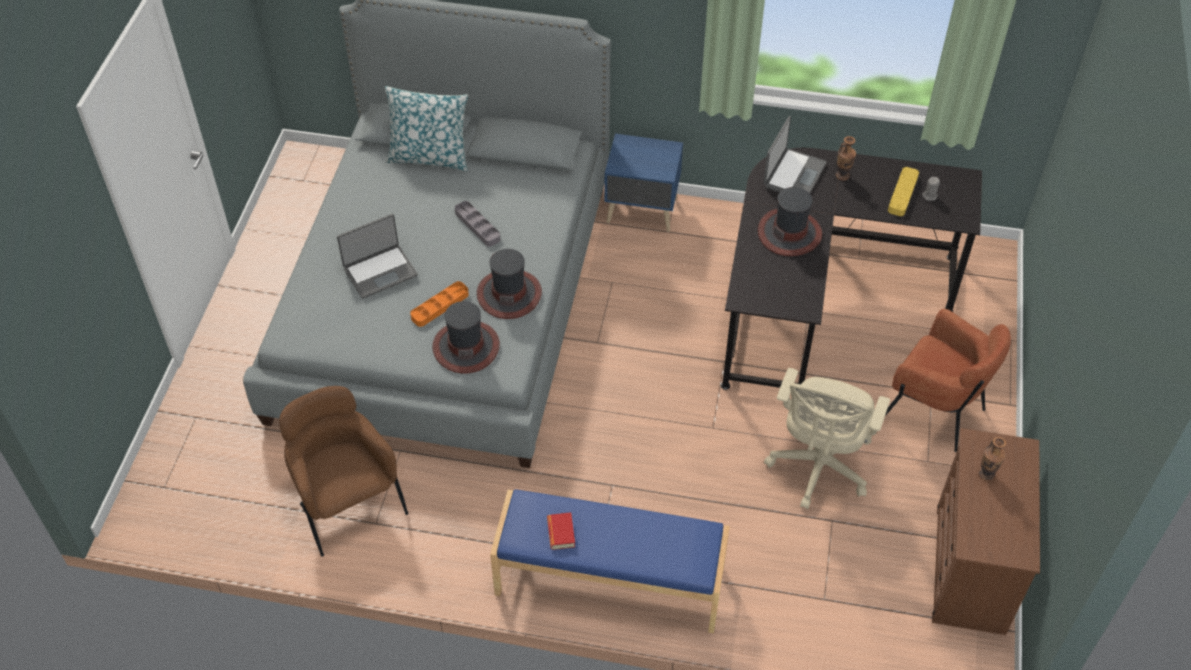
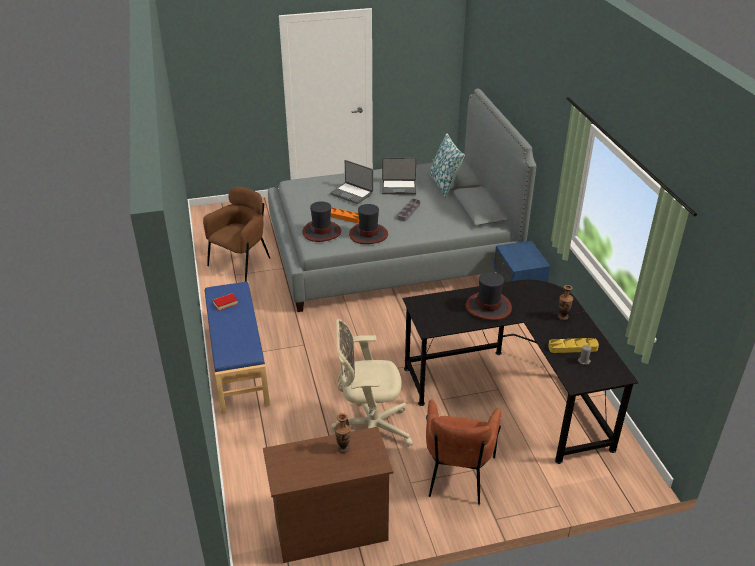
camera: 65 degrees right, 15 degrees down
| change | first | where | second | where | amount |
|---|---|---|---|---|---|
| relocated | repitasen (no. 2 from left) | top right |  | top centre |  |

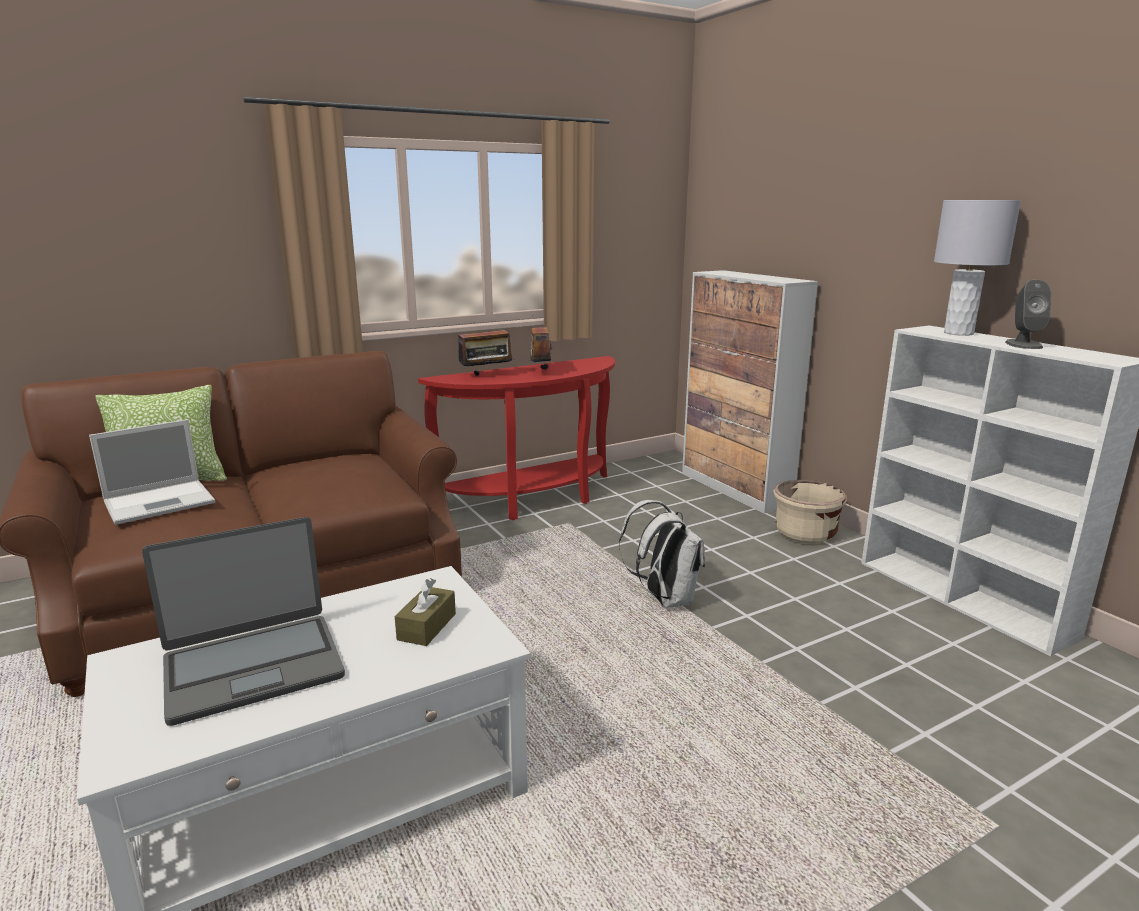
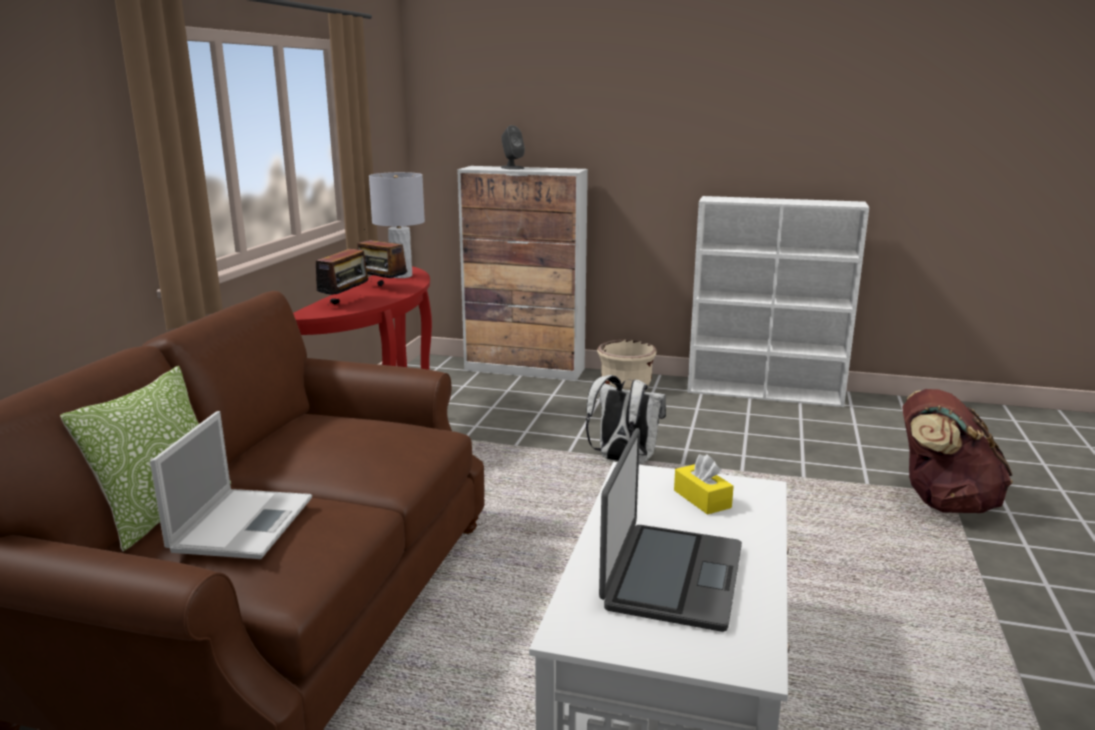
camera: 45 degrees left, 0 degrees up
| change | first | where | second | where | amount |
|---|---|---|---|---|---|
| relocated | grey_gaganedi | top right |  | top centre |  |
| relocated | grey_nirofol | middle right |  | top centre |  |
| colour | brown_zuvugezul | bottom centre | yellow_zuvugezul | centre |  |
| appeared |  |  | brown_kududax | middle right |  |

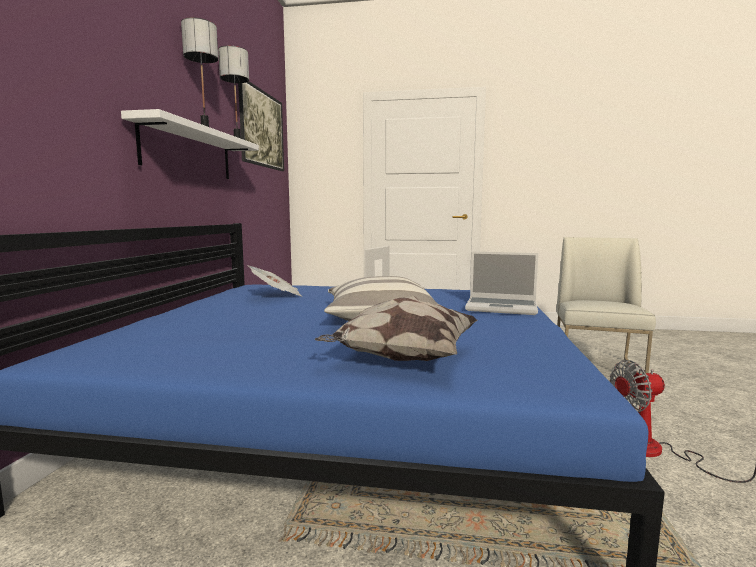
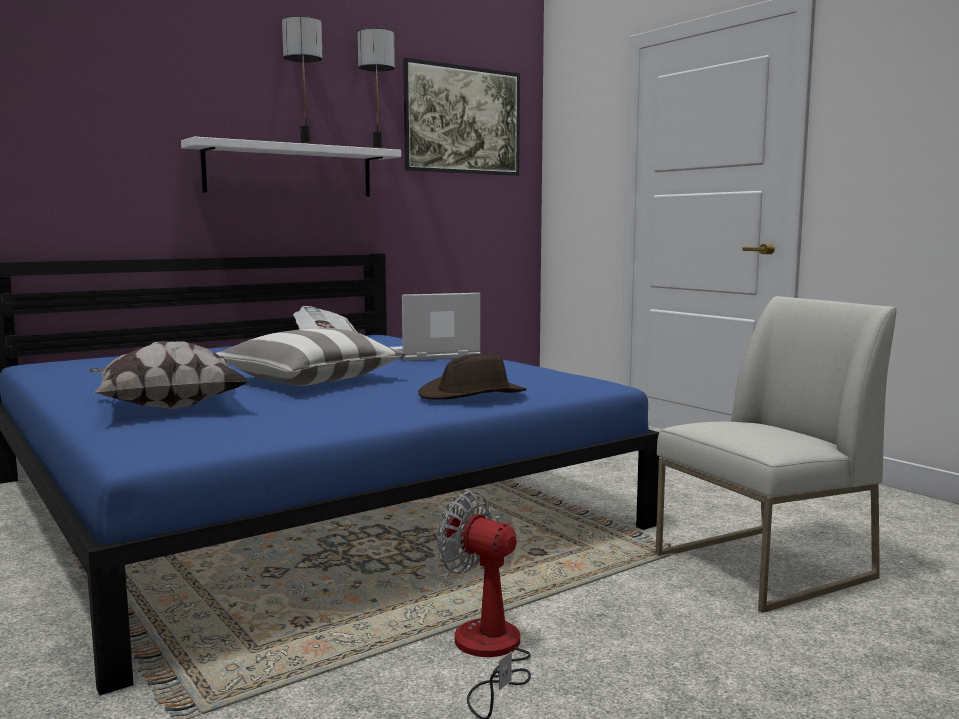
camera: 45 degrees right, 0 degrees up
| change | first | where | second | where | amount |
|---|---|---|---|---|---|
| exchanged | repitasen (no. 2 from left) | centre | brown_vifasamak | centre |  |

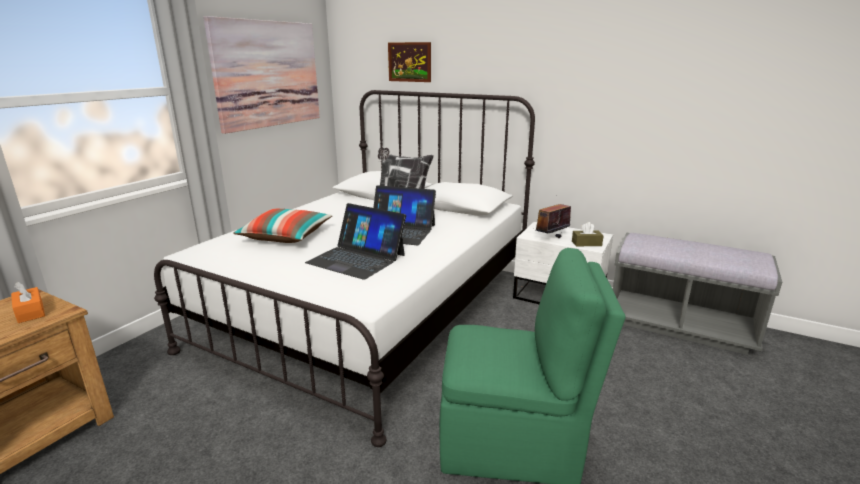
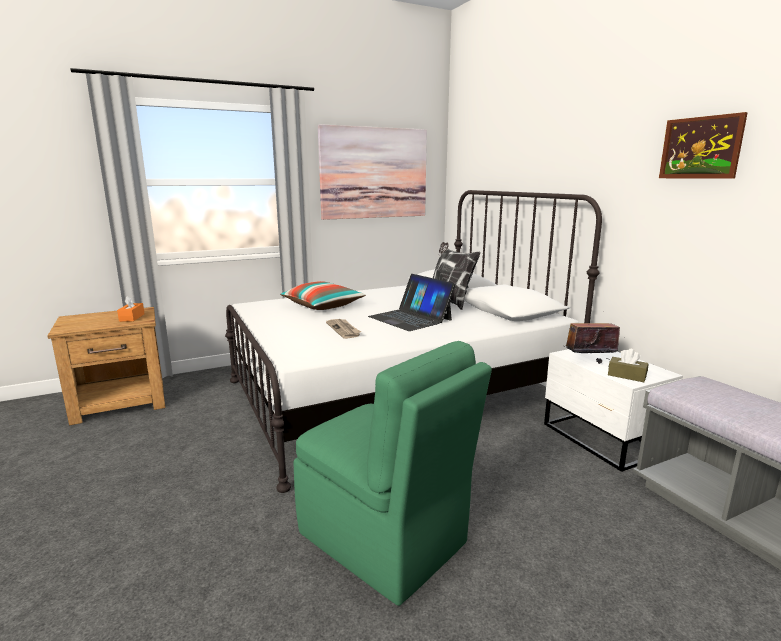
camera: 35 degrees right, 5 degrees down
| change | first | where | second | where | amount |
|---|---|---|---|---|---|
| relocated | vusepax (no. 2 from left) | top centre |  | top right |  |
| exchanged | repitasen (no. 1 from left) | centre | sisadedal | centre |  |

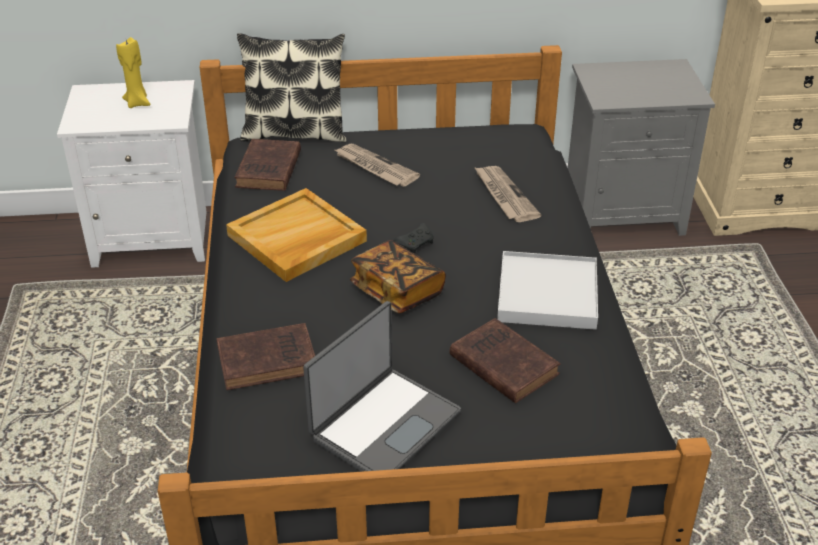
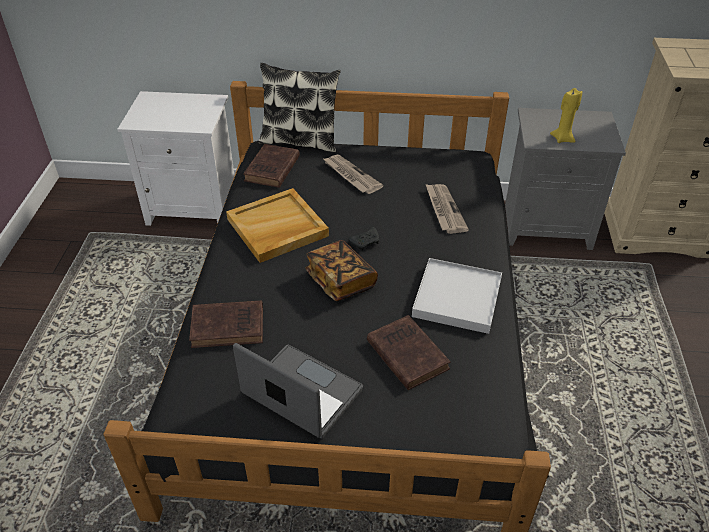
camera: 10 degrees right, 5 degrees up
| change | first | where | second | where | amount |
|---|---|---|---|---|---|
| relocated | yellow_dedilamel | top left |  | top right |  |
| spun | repitasen | bottom centre |  | bottom centre | 105 degrees counterclockwise |

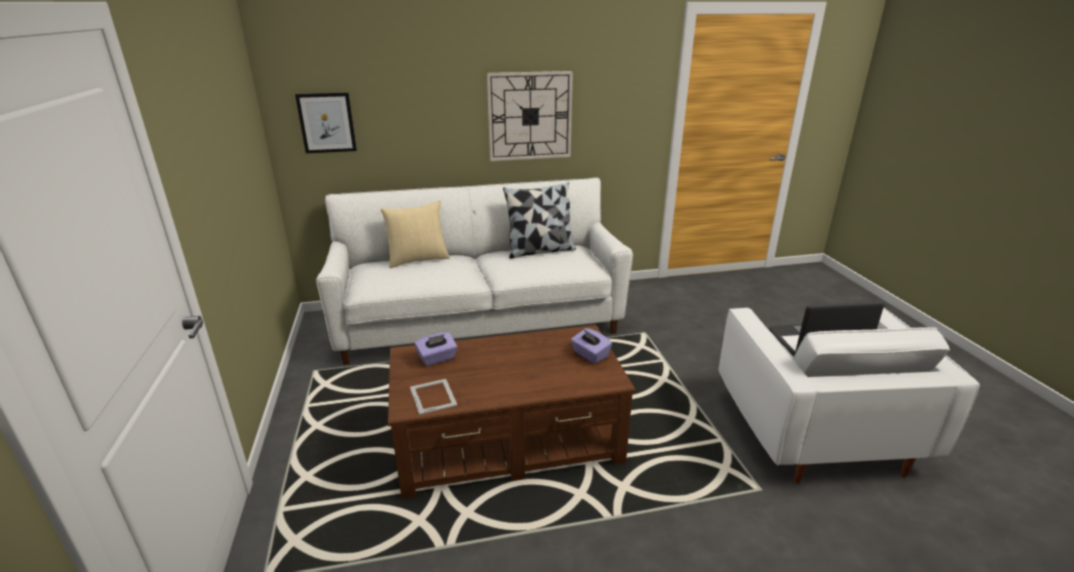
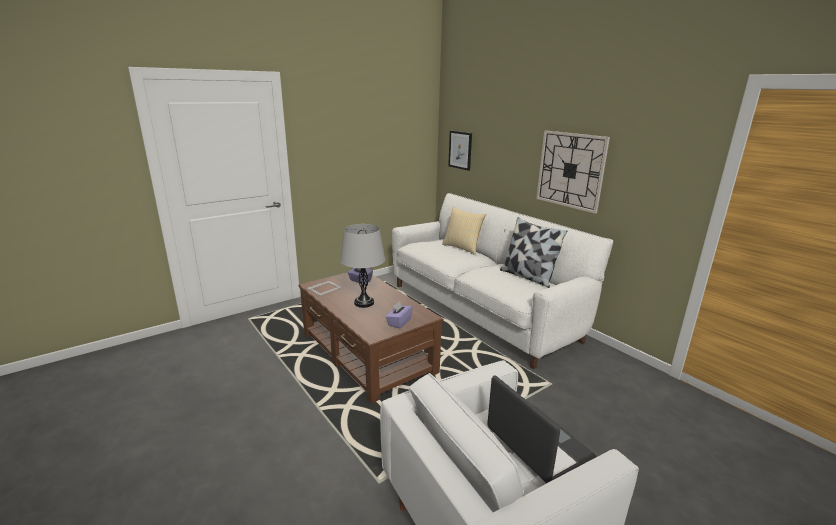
camera: 65 degrees right, 5 degrees down
| change | first | where | second | where | amount |
|---|---|---|---|---|---|
| appeared |  |  | grey_gaganedi | centre |  |

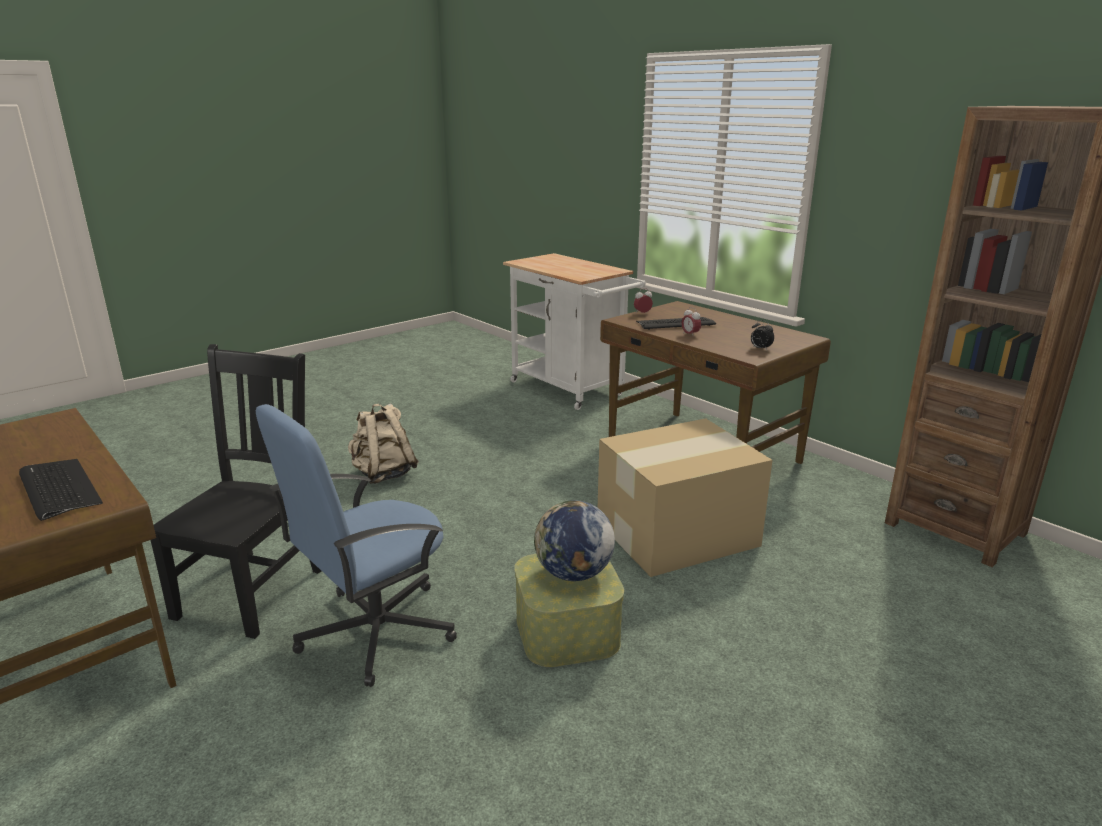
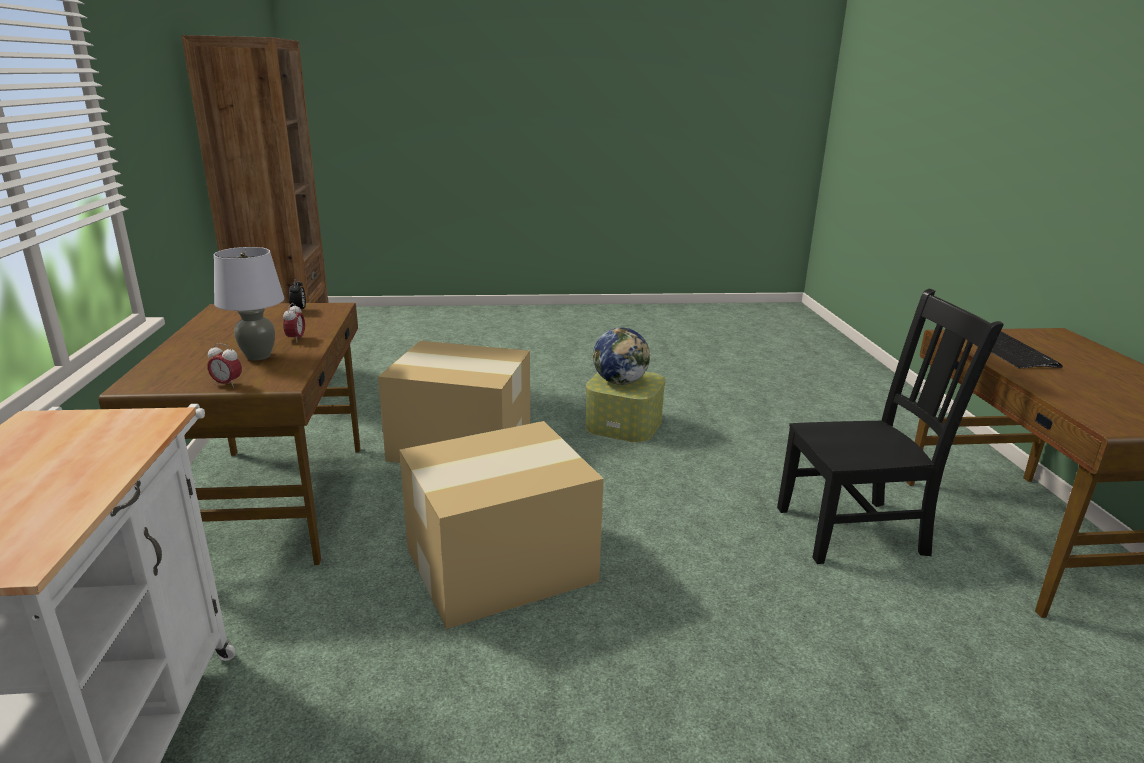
camera: 145 degrees left, 0 degrees up
| change | first | where | second | where | amount |
|---|---|---|---|---|---|
| exchanged | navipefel (no. 2 from left) | centre | grey_gaganedi | middle left |  |
| spun | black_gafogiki | middle left |  | middle right | 150 degrees counterclockwise |
| missing | beige_kududax | centre |  |  |  |
| missing | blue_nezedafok | middle left |  |  |  |
| appeared |  |  | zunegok (no. 2 from left) | bottom centre |  |

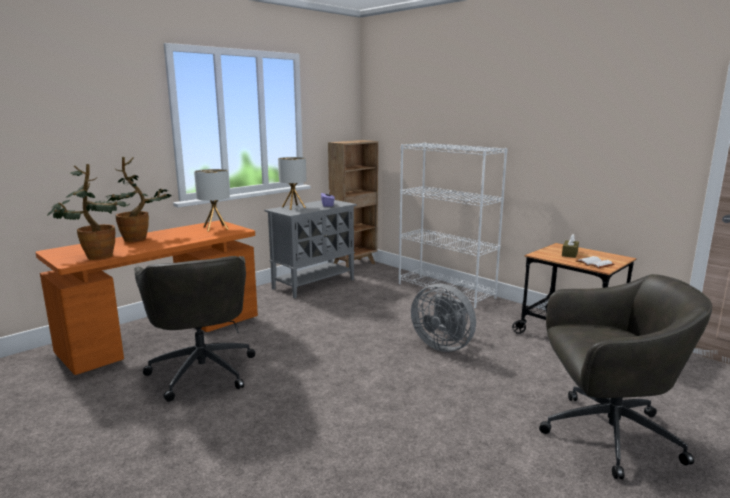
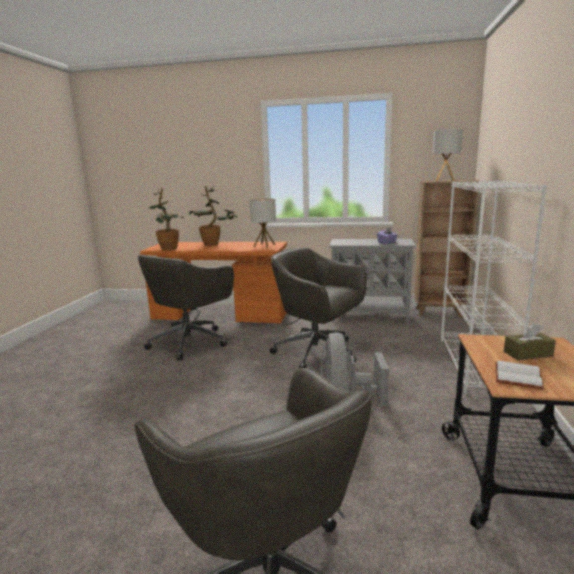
camera: 55 degrees right, 0 degrees up
| change | first | where | second | where | amount |
|---|---|---|---|---|---|
| relocated | gaganedi (no. 2 from left) | centre |  | top right |  |
| appeared |  |  | grey_nezedafok (no. 3 from left) | centre |  |

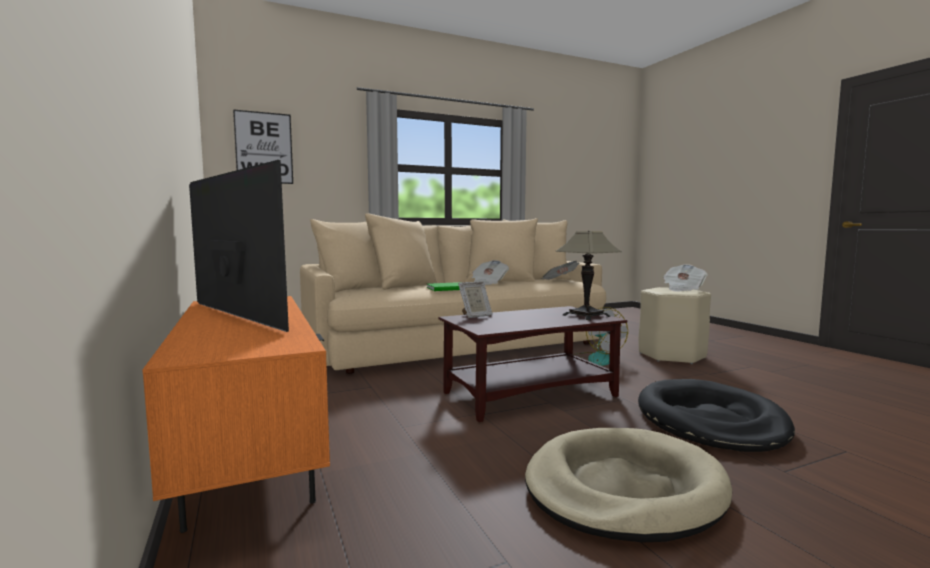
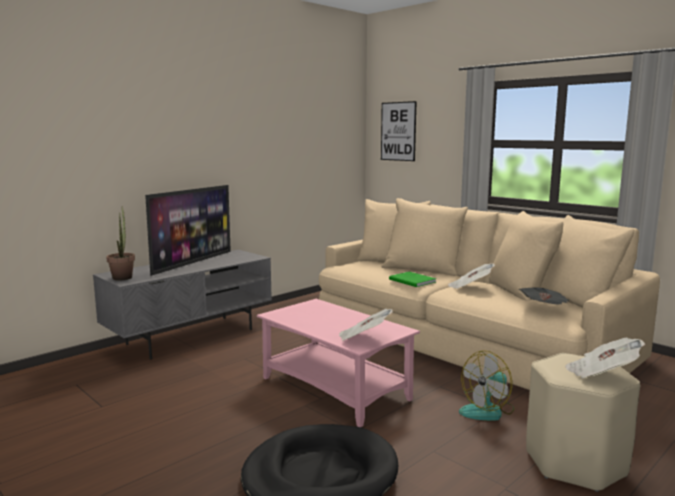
camera: 70 degrees right, 5 degrees up
| change | first | where | second | where | amount |
|---|---|---|---|---|---|
| exchanged | gaganedi | centre | sisadedal (no. 1 from left) | centre |  |
| missing | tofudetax | centre |  |  |  |
| colour | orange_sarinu | bottom left | grey_sarinu | middle left |  |
| colour | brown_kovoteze | centre | pink_kovoteze | bottom centre |  |
| missing | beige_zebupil | bottom right |  |  |  |
| appeared |  |  | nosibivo | middle left |  |

